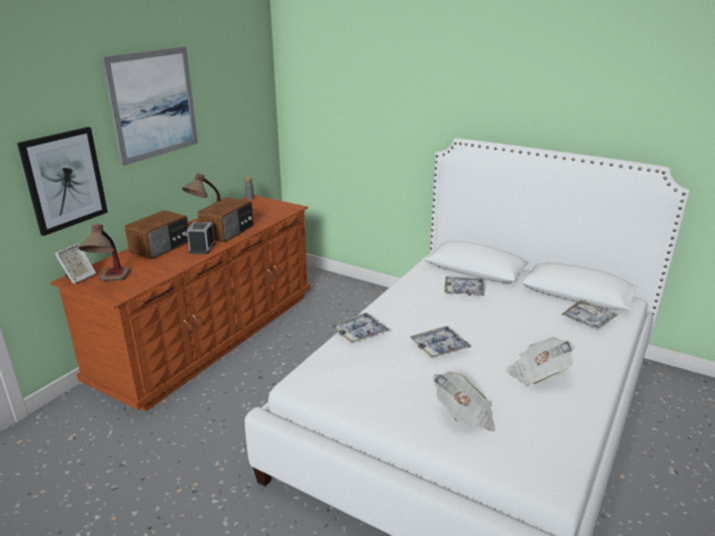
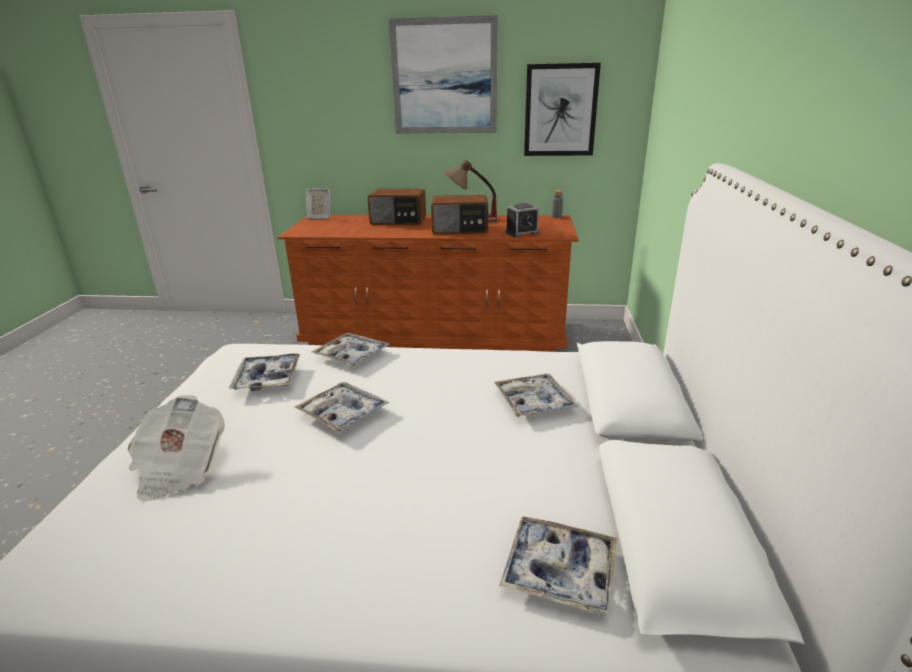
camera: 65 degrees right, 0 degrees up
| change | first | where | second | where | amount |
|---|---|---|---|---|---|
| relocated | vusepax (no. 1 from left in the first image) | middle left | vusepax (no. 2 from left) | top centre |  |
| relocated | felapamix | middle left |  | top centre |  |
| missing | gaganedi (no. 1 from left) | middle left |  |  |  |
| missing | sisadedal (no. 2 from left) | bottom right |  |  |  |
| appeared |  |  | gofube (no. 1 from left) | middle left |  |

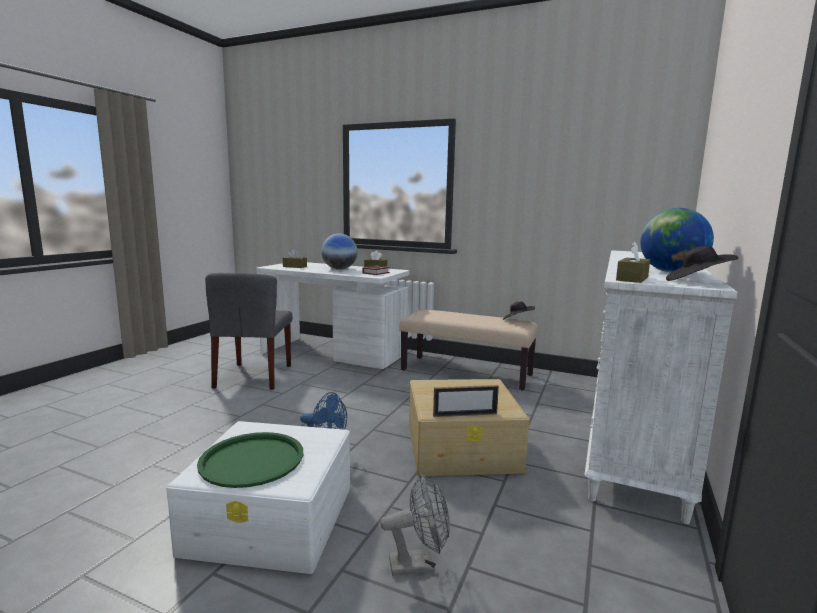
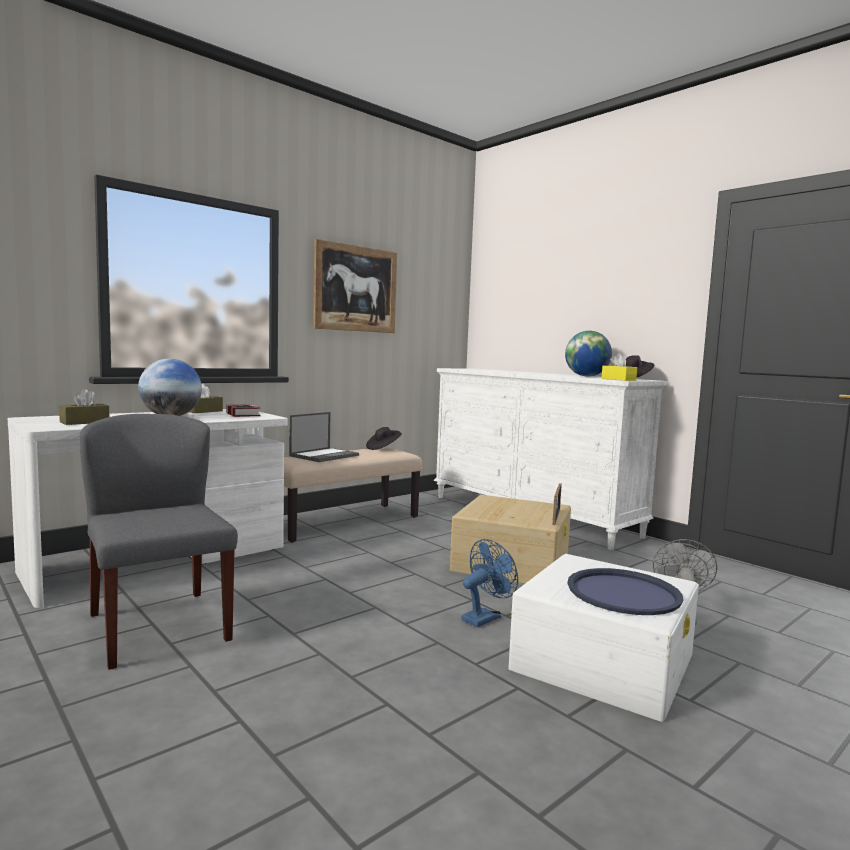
camera: 65 degrees left, 5 degrees down
| change | first | where | second | where | amount |
|---|---|---|---|---|---|
| colour | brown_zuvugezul (no. 3 from left) | middle right | yellow_zuvugezul | middle right |  |
| spun | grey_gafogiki | middle left |  | middle left | 150 degrees counterclockwise |
| colour | green_gofube | bottom left | blue_gofube | bottom right |  |
| appeared |  |  | vusepax | centre |  |
| appeared |  |  | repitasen | centre |  |

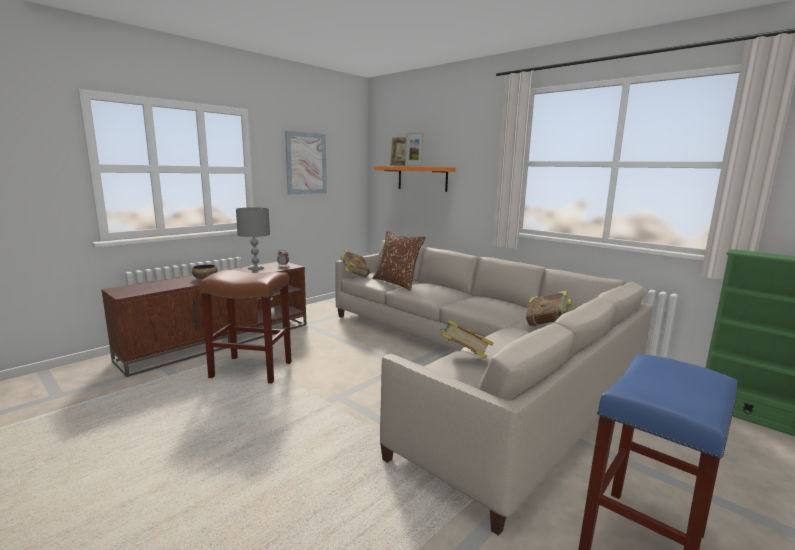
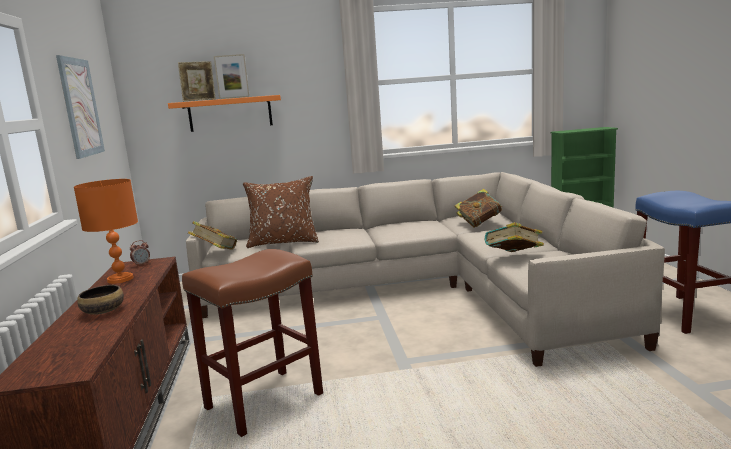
camera: 50 degrees left, 0 degrees up
| change | first | where | second | where | amount |
|---|---|---|---|---|---|
| colour | grey_gaganedi | middle left | orange_gaganedi | middle left |  |

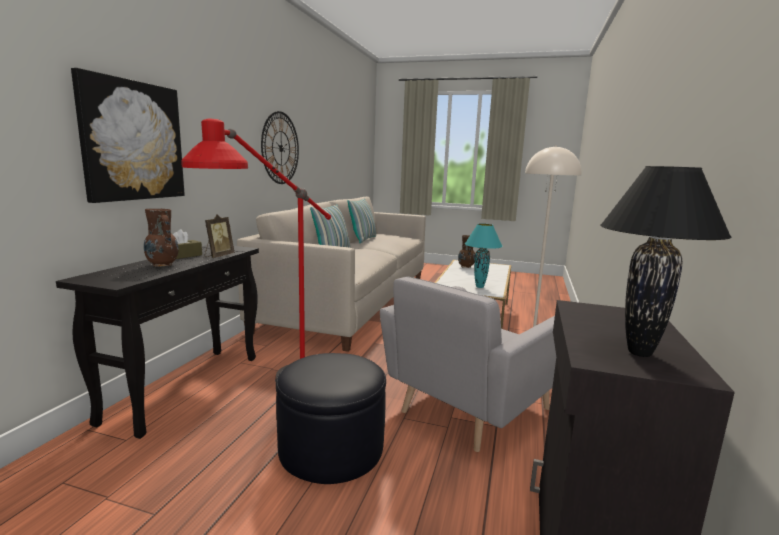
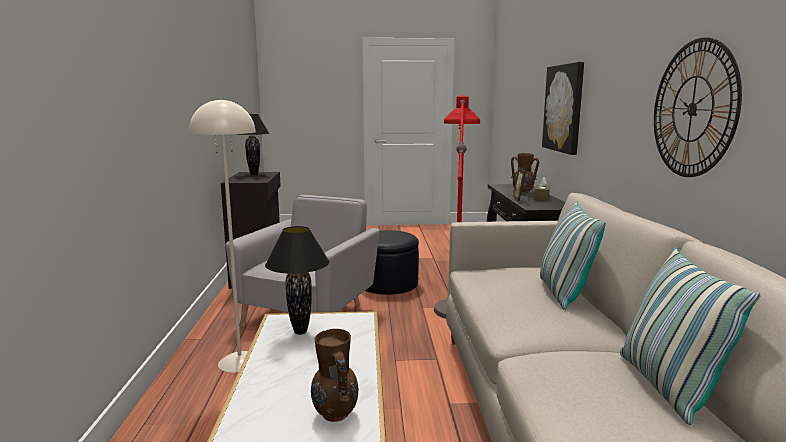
camera: 160 degrees right, 0 degrees up
| change | first | where | second | where | amount |
|---|---|---|---|---|---|
| colour | turquoise_gaganedi | centre | black_gaganedi (no. 2 from left) | centre |  |

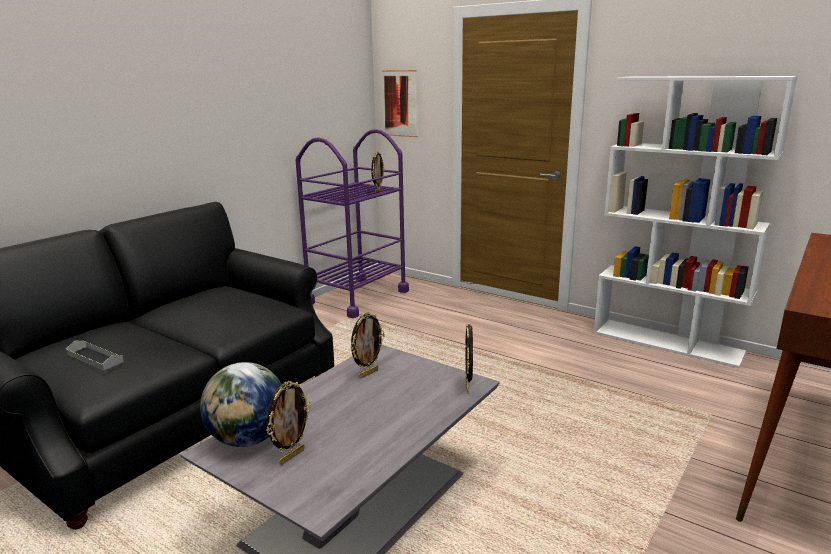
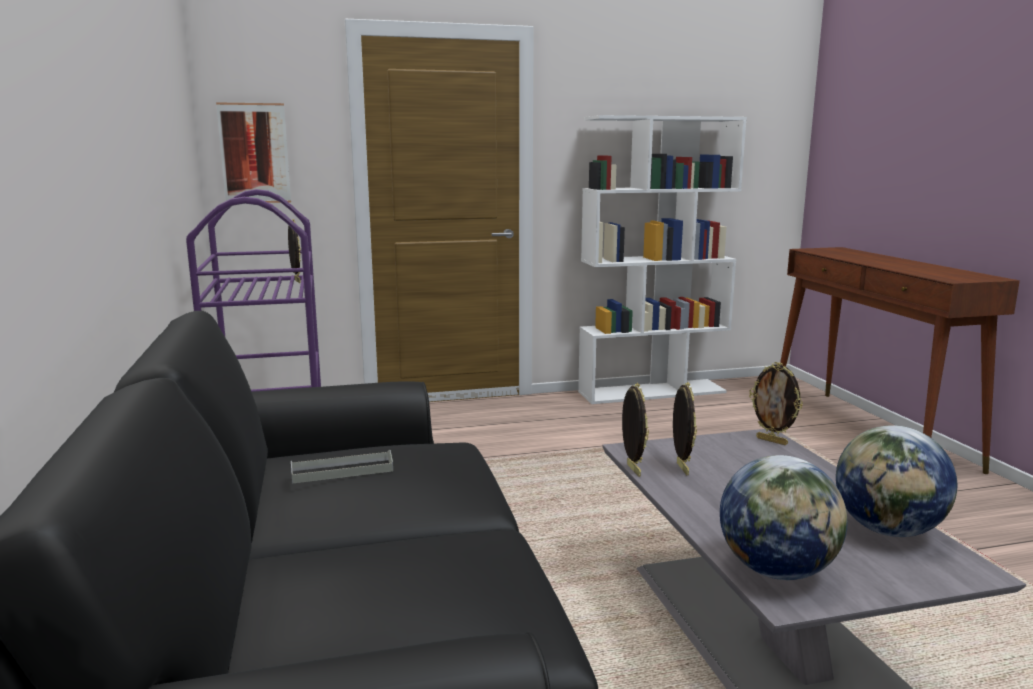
camera: 50 degrees left, 5 degrees down
| change | first | where | second | where | amount |
|---|---|---|---|---|---|
| relocated | grey_gofube | middle left |  | bottom left |  |
| relocated | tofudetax (no. 1 from left in the first image) | bottom centre | tofudetax (no. 2 from left) | centre |  |
| appeared |  |  | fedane (no. 2 from left) | bottom right |  |

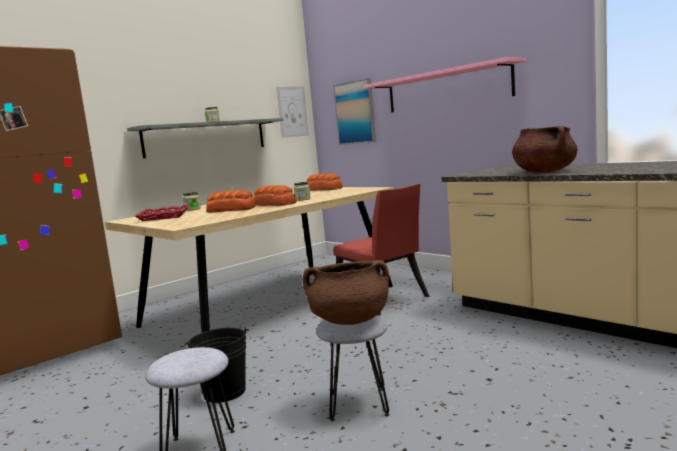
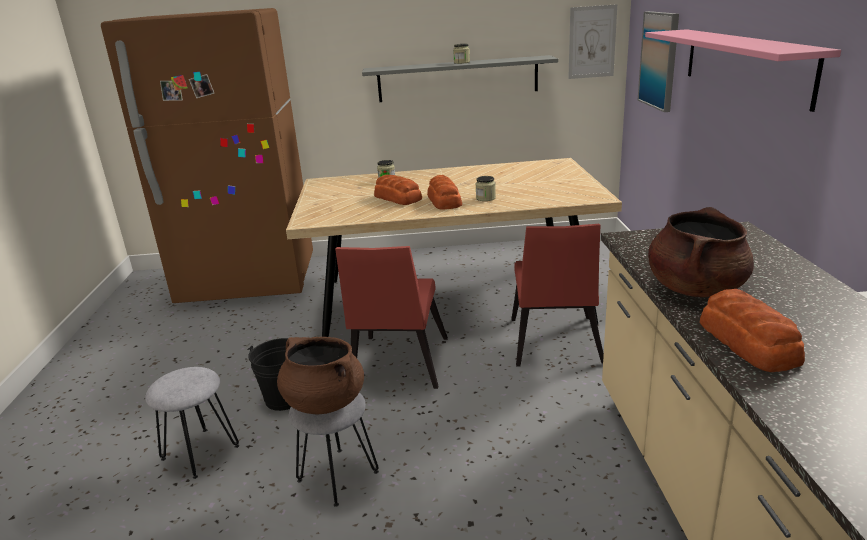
camera: 40 degrees right, 15 degrees up
| change | first | where | second | where | amount |
|---|---|---|---|---|---|
| relocated | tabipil (no. 3 from left) | centre |  | middle right |  |
| missing | red_gofube | middle left |  |  |  |
| appeared |  |  | red_gafogiki (no. 1 from left) | centre |  |

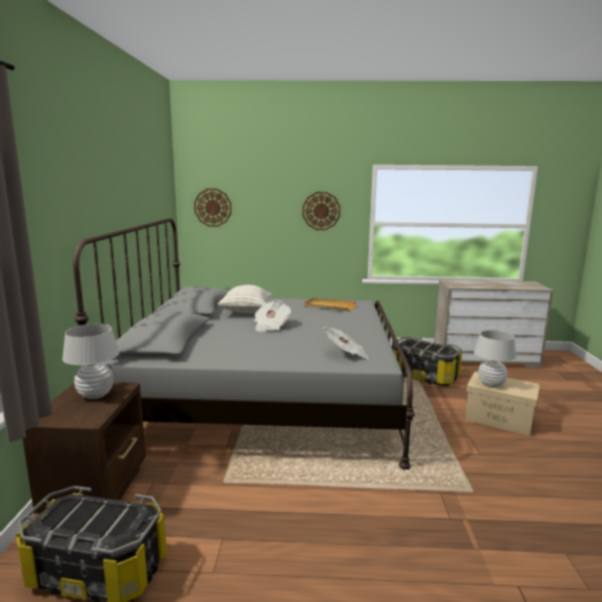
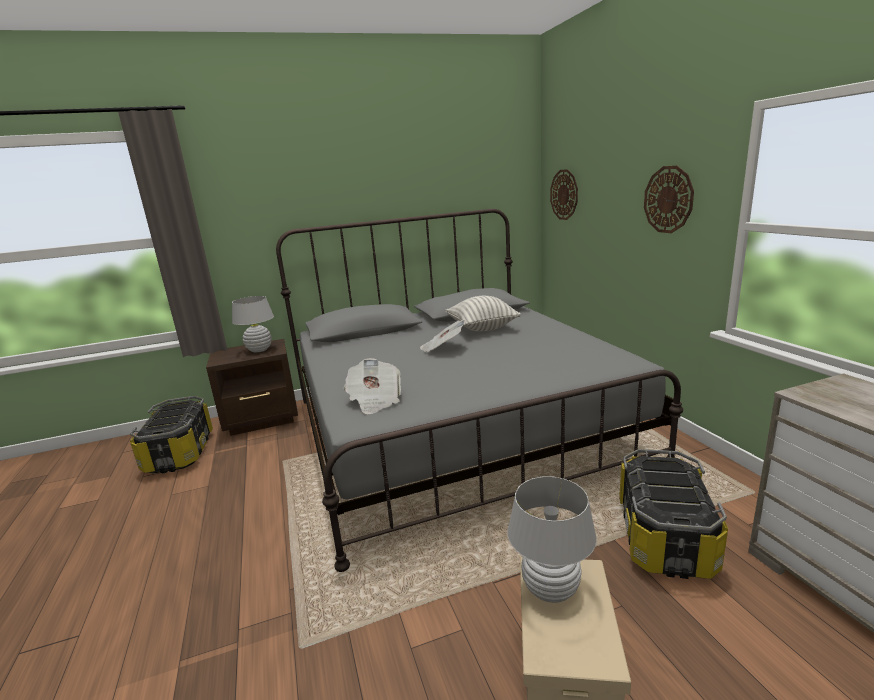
camera: 70 degrees right, 5 degrees up
| change | first | where | second | where | amount |
|---|---|---|---|---|---|
| missing | beige_gofube | centre |  |  |  |

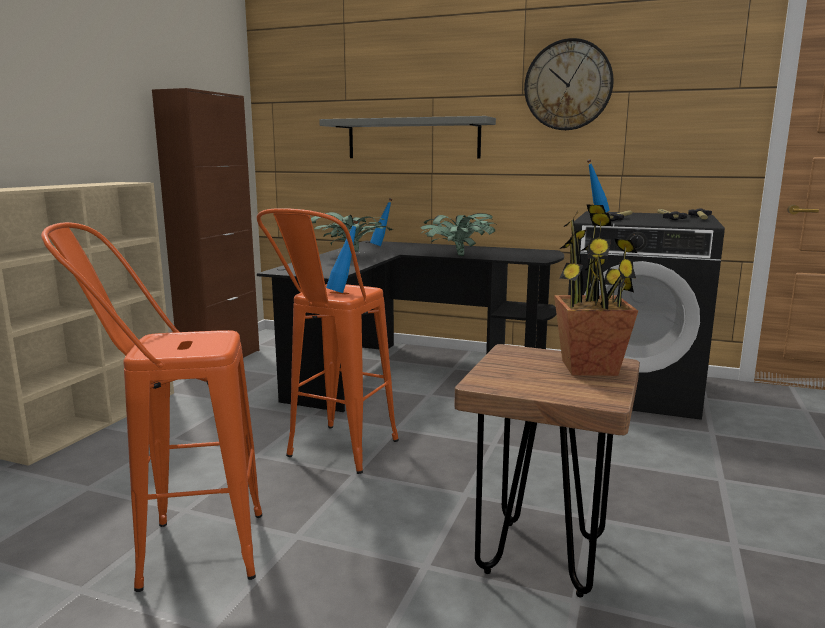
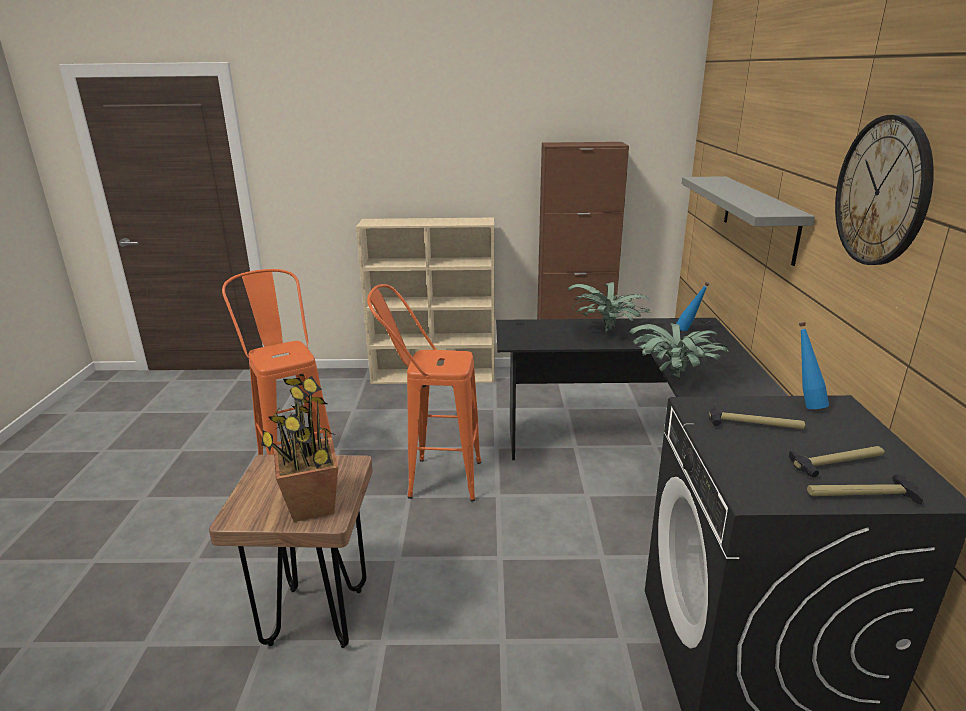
camera: 70 degrees right, 10 degrees up
| change | first | where | second | where | amount |
|---|---|---|---|---|---|
| missing | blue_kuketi (no. 1 from left) | centre |  |  |  |

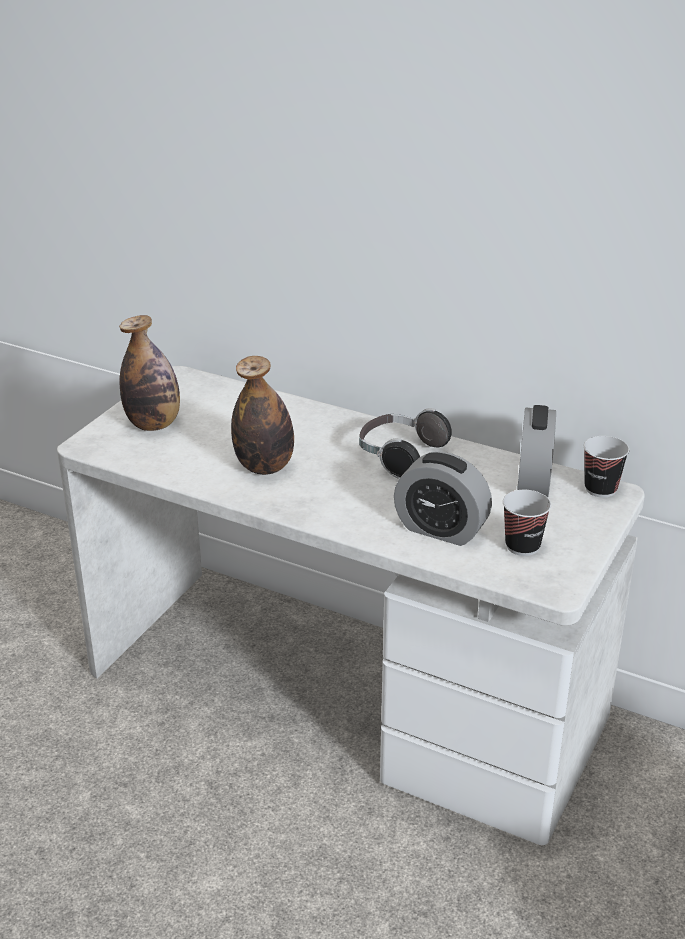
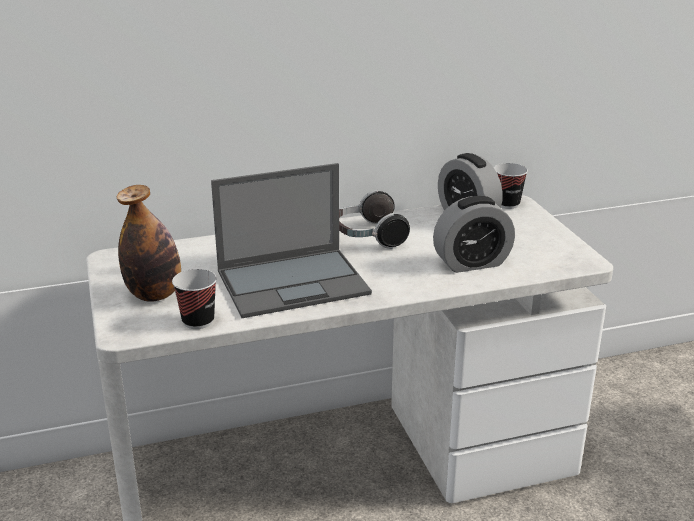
camera: 45 degrees left, 5 degrees down
| change | first | where | second | where | amount |
|---|---|---|---|---|---|
| exchanged | kuketi (no. 2 from left) | centre | repitasen | centre |  |
| relocated | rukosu (no. 1 from left) | middle right |  | middle left |  |

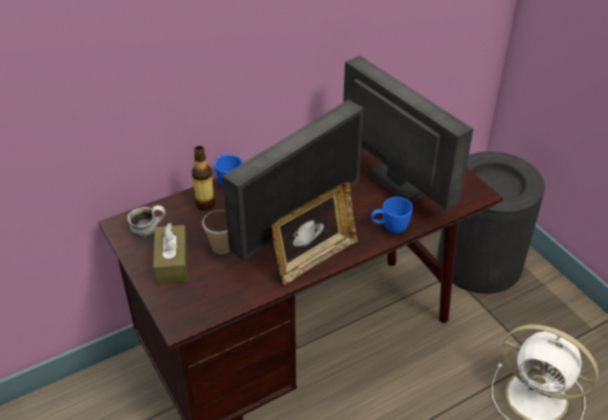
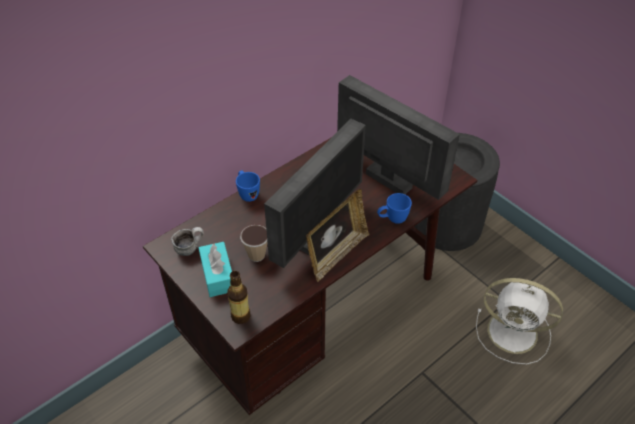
camera: 10 degrees left, 5 degrees up
| change | first | where | second | where | amount |
|---|---|---|---|---|---|
| relocated | kuketi | centre |  | bottom centre |  |
| colour | brown_zuvugezul | middle left | turquoise_zuvugezul | centre |  |

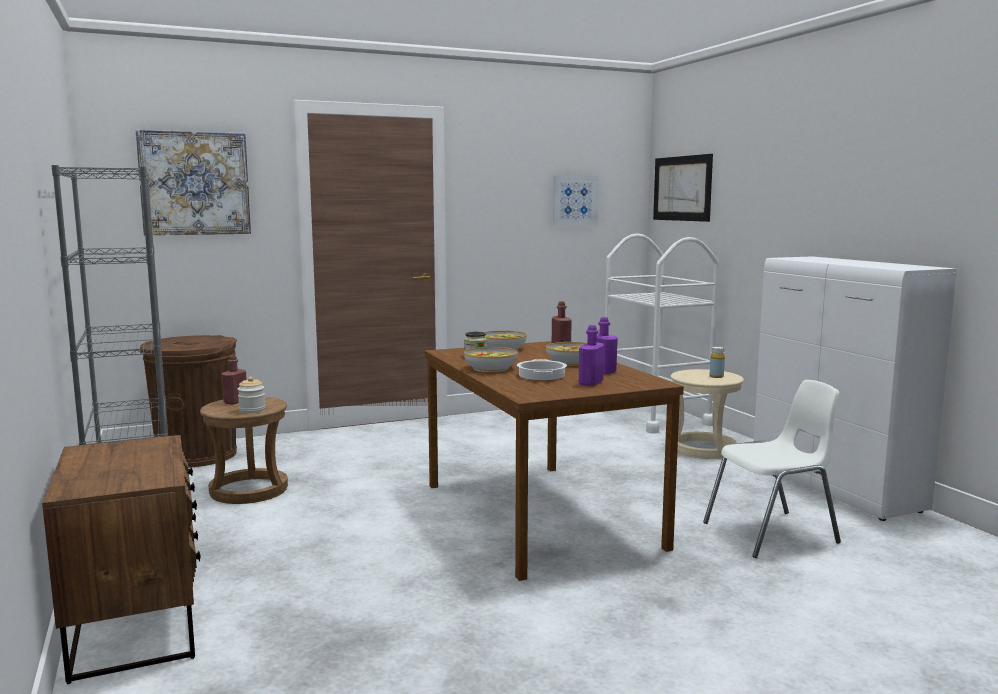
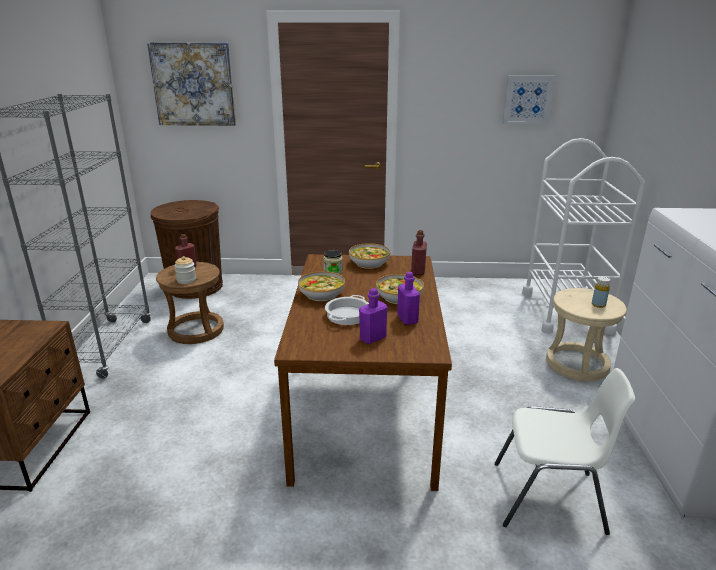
camera: 25 degrees right, 15 degrees up
| change | first | where | second | where | amount |
|---|---|---|---|---|---|
| missing | vusepax (no. 3 from left) | top right |  |  |  |

